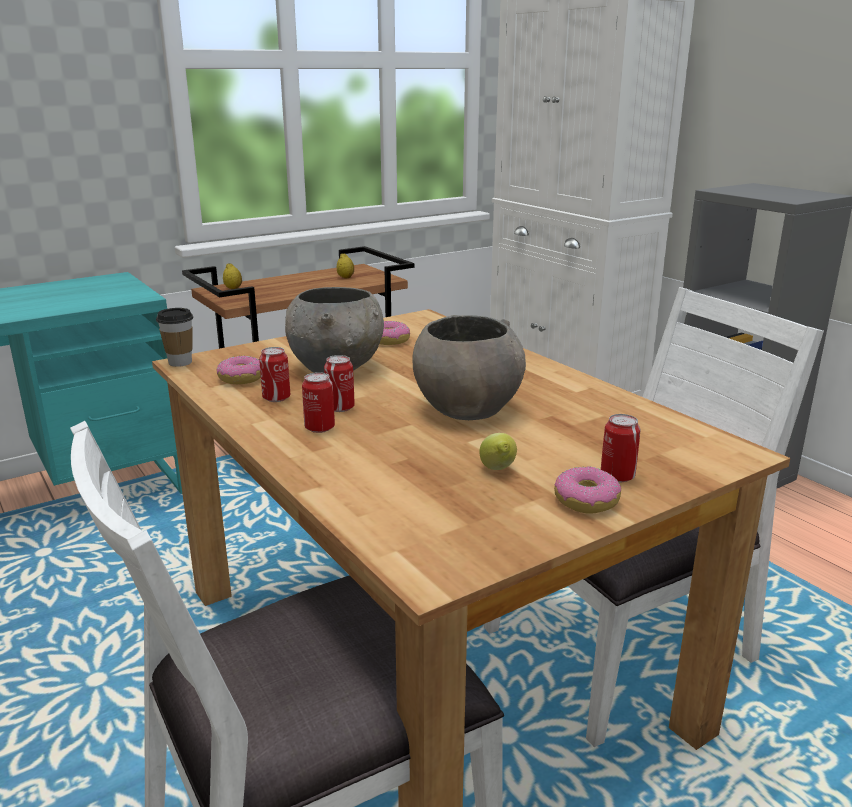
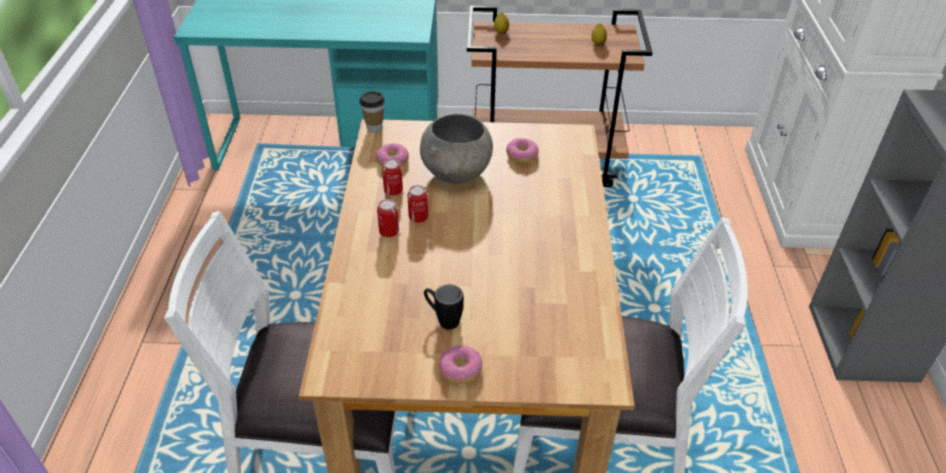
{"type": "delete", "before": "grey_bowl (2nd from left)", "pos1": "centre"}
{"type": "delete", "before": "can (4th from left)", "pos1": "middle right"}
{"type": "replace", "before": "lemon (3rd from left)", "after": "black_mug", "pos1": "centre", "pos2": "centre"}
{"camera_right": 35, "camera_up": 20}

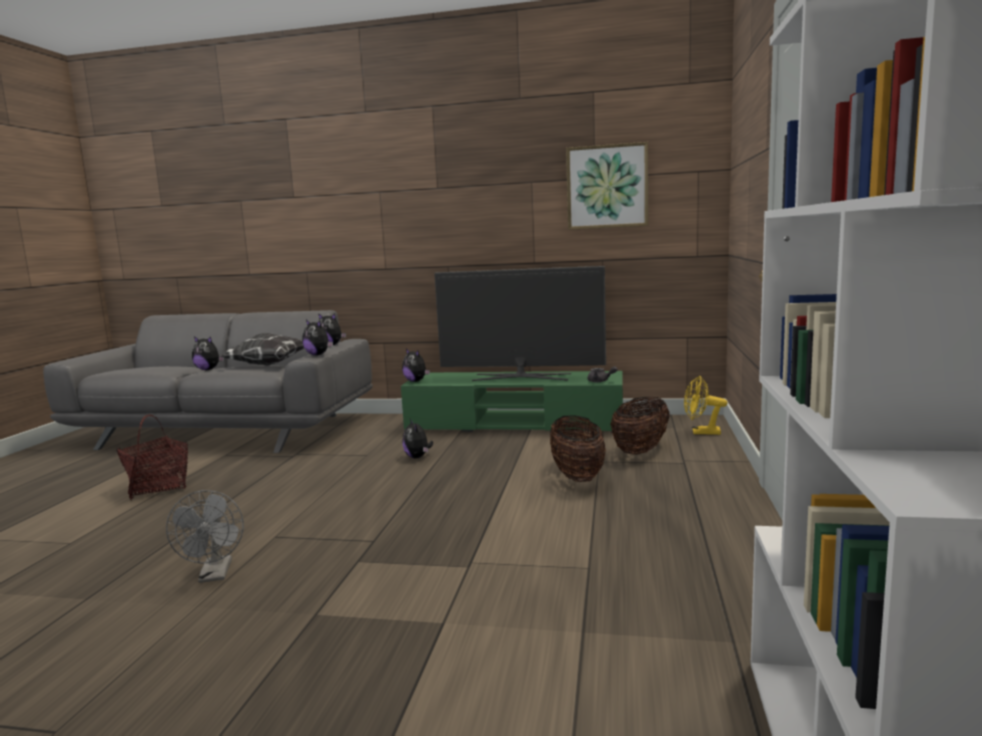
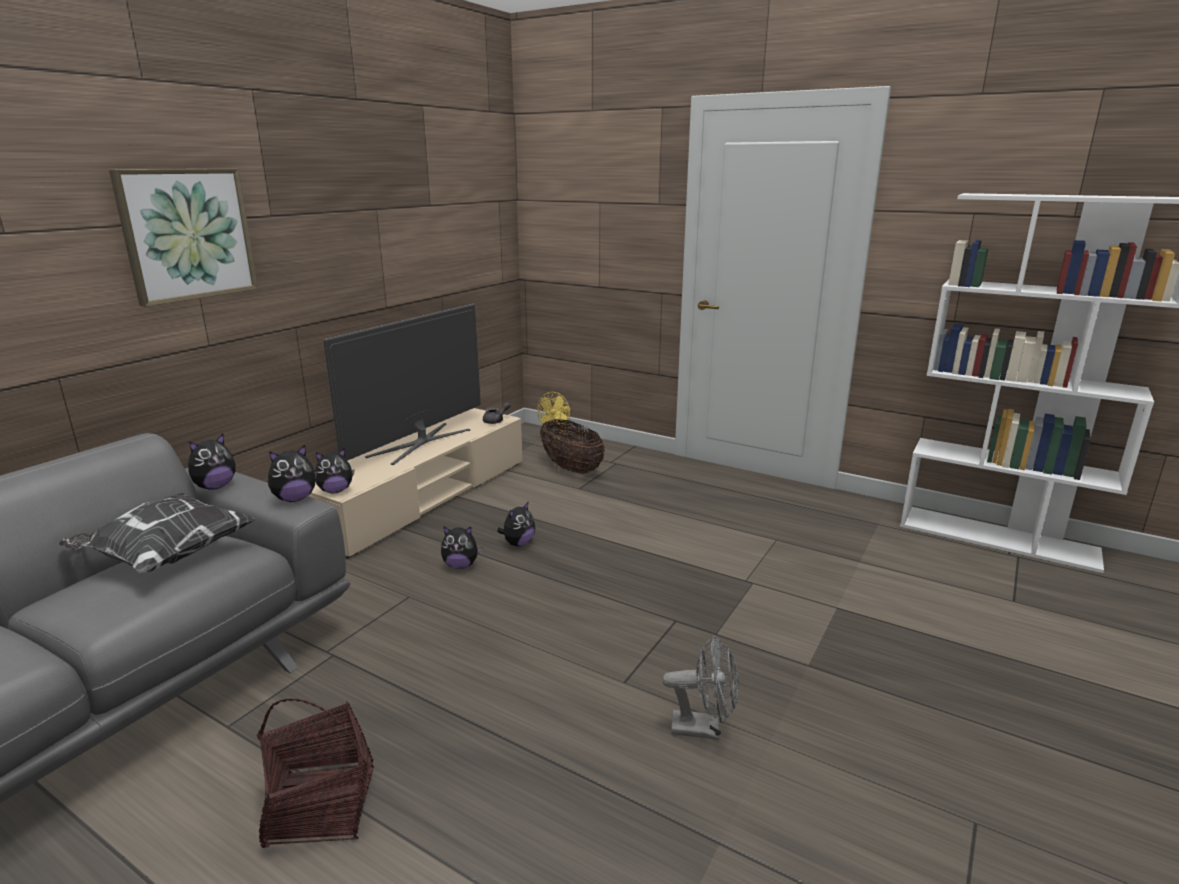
{"type": "delete", "before": "basket (2nd from left)", "pos1": "centre"}
{"type": "move", "before": "plush_toy (1st from left in the first image)", "after": "plush_toy (5th from left)", "pos1": "middle left", "pos2": "centre"}
{"type": "move", "before": "picture", "pos1": "top centre", "pos2": "top left"}
{"type": "recolor", "before": "green_tv_stand", "after": "beige_tv_stand", "pos1": "centre", "pos2": "centre"}
{"camera_right": -70, "camera_up": 10}

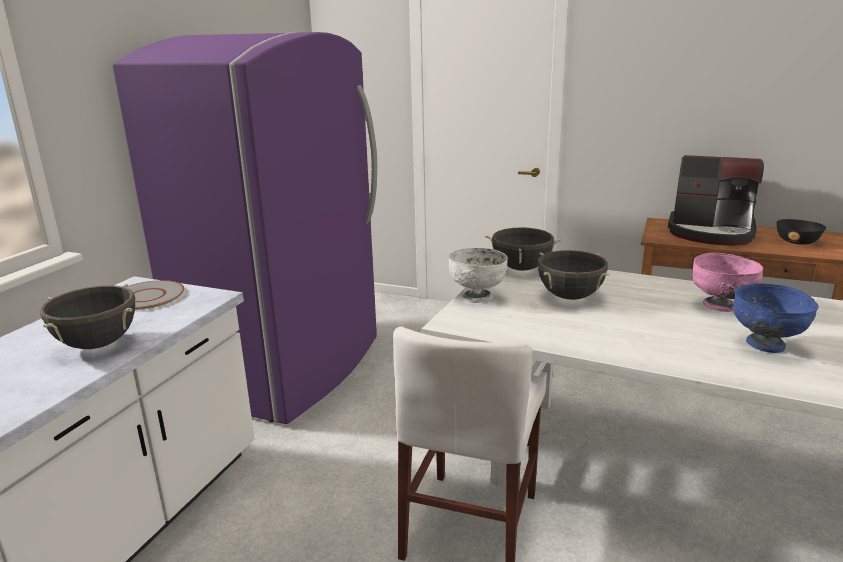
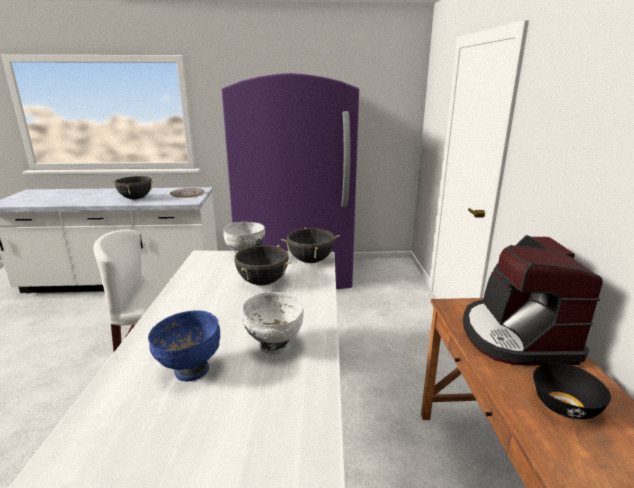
{"type": "recolor", "before": "pink_bowl", "after": "white_bowl (2nd from left)", "pos1": "middle right", "pos2": "centre"}
{"camera_right": 65, "camera_up": 0}

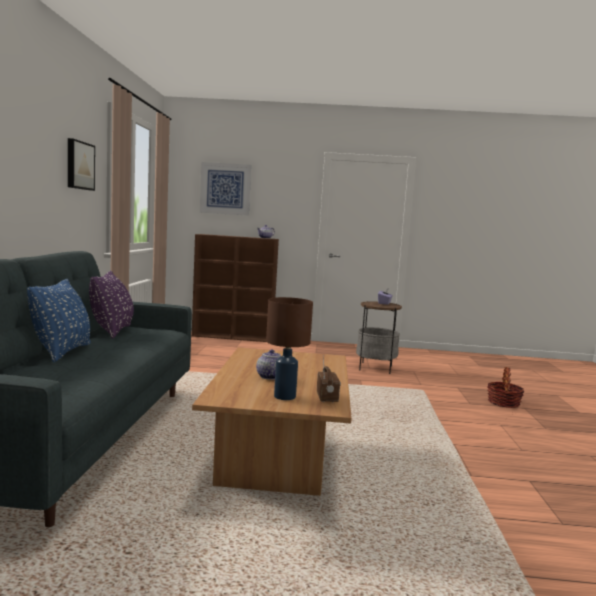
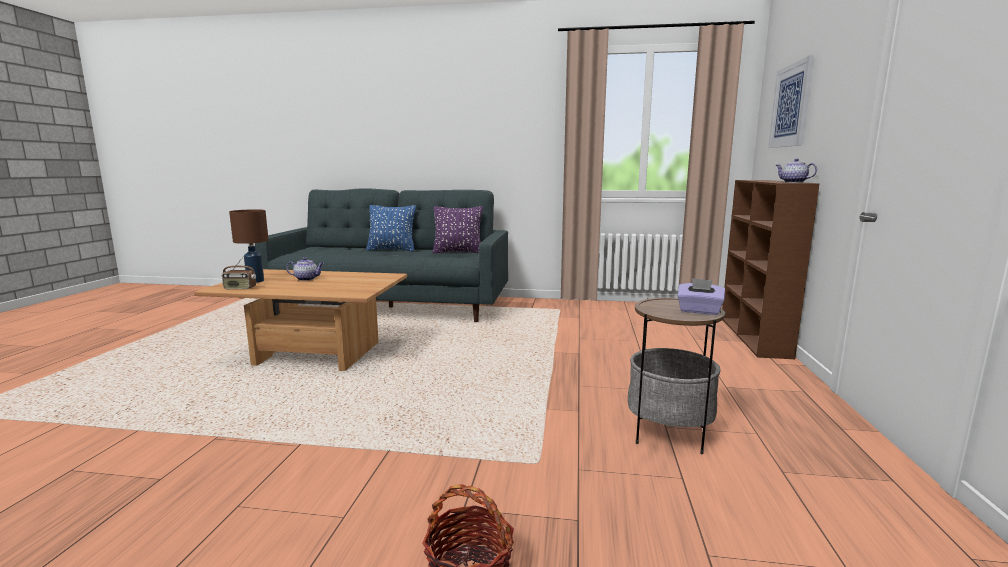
{"type": "delete", "before": "picture (1st from left)", "pos1": "top left"}
{"camera_right": 95, "camera_up": 5}

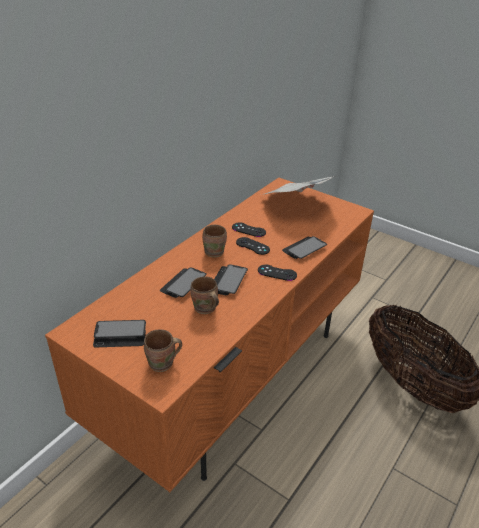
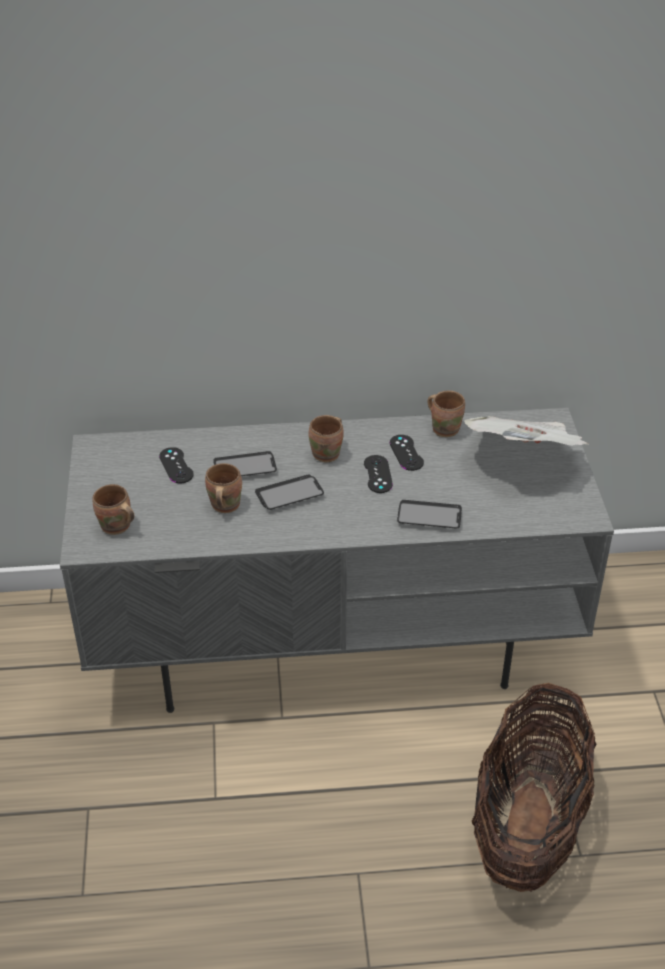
{"type": "delete", "before": "phone (1st from left)", "pos1": "middle left"}
{"type": "insert", "after": "brown_mug (4th from left)", "pos2": "middle right"}
{"type": "move", "before": "black_game_controller (3rd from left in the first image)", "after": "black_game_controller (1st from left)", "pos1": "centre", "pos2": "middle left"}
{"type": "recolor", "before": "orange_tv_stand", "after": "grey_tv_stand", "pos1": "centre", "pos2": "centre"}
{"camera_right": 50, "camera_up": 5}

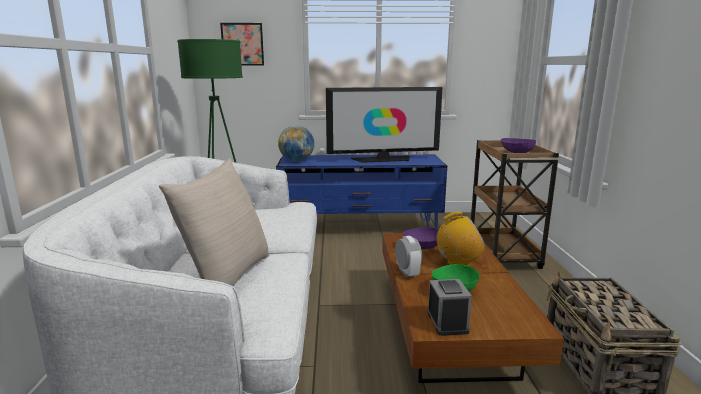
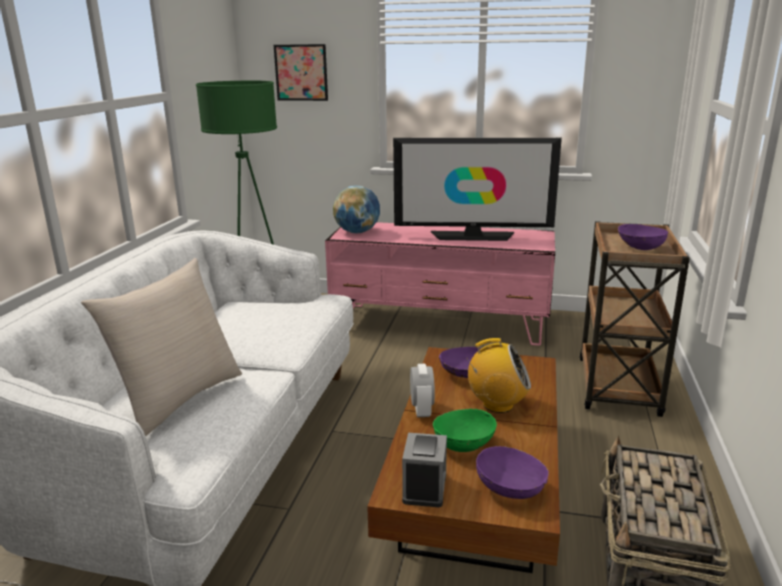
{"type": "insert", "after": "purple_bowl (2nd from left)", "pos2": "bottom centre"}
{"type": "recolor", "before": "blue_tv_stand", "after": "pink_tv_stand", "pos1": "centre", "pos2": "centre"}
{"camera_right": 15, "camera_up": 5}

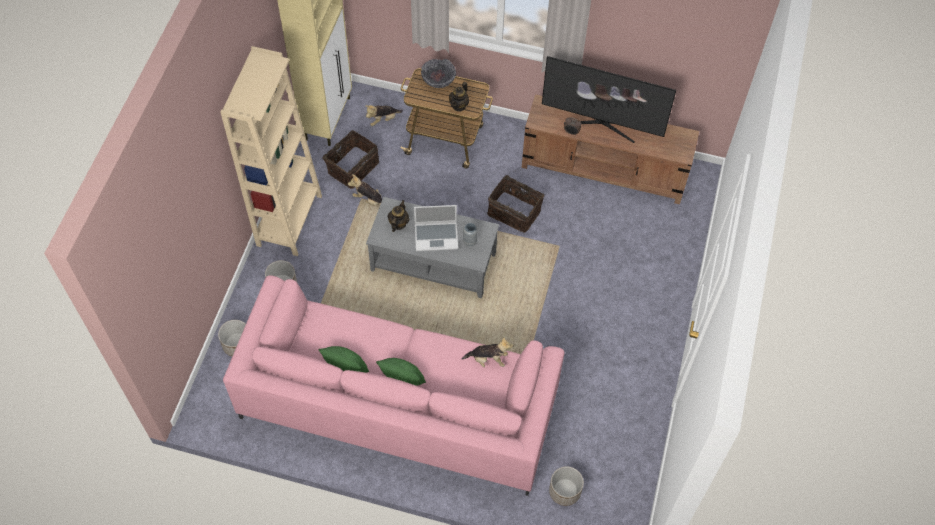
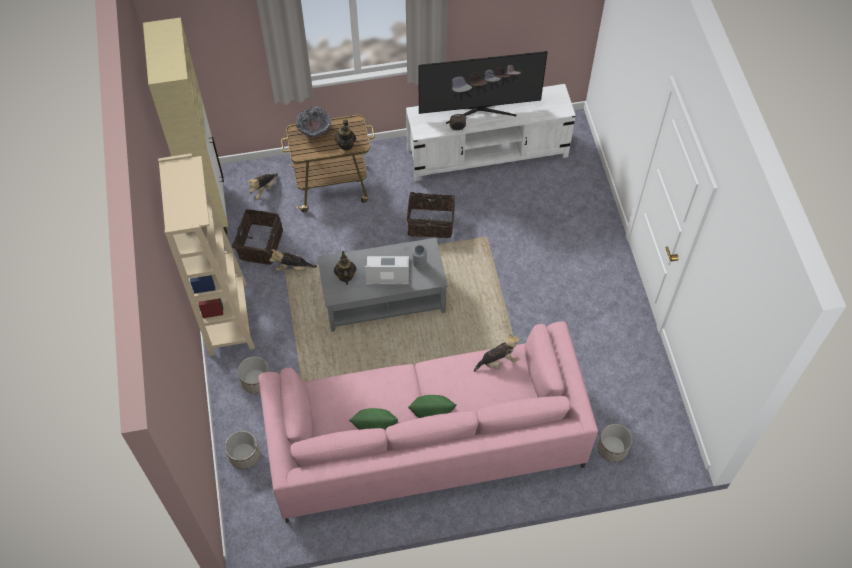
{"type": "recolor", "before": "brown_tv_stand", "after": "white_tv_stand", "pos1": "top centre", "pos2": "top centre"}
{"type": "rotate", "before": "laptop", "pos1": "centre", "pos2": "centre", "turn": -150}
{"camera_right": -25, "camera_up": 0}

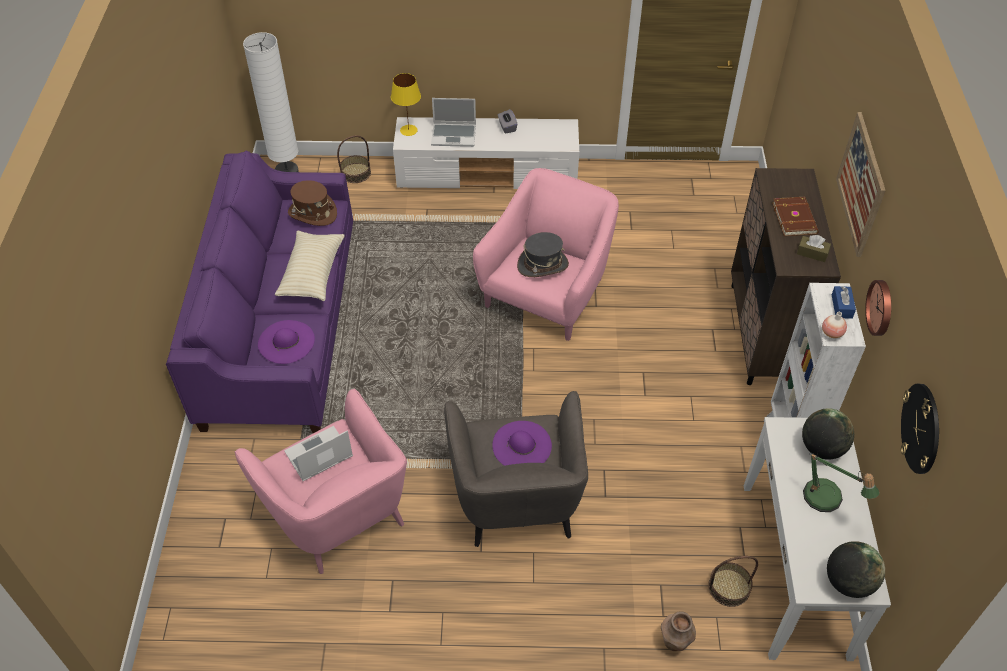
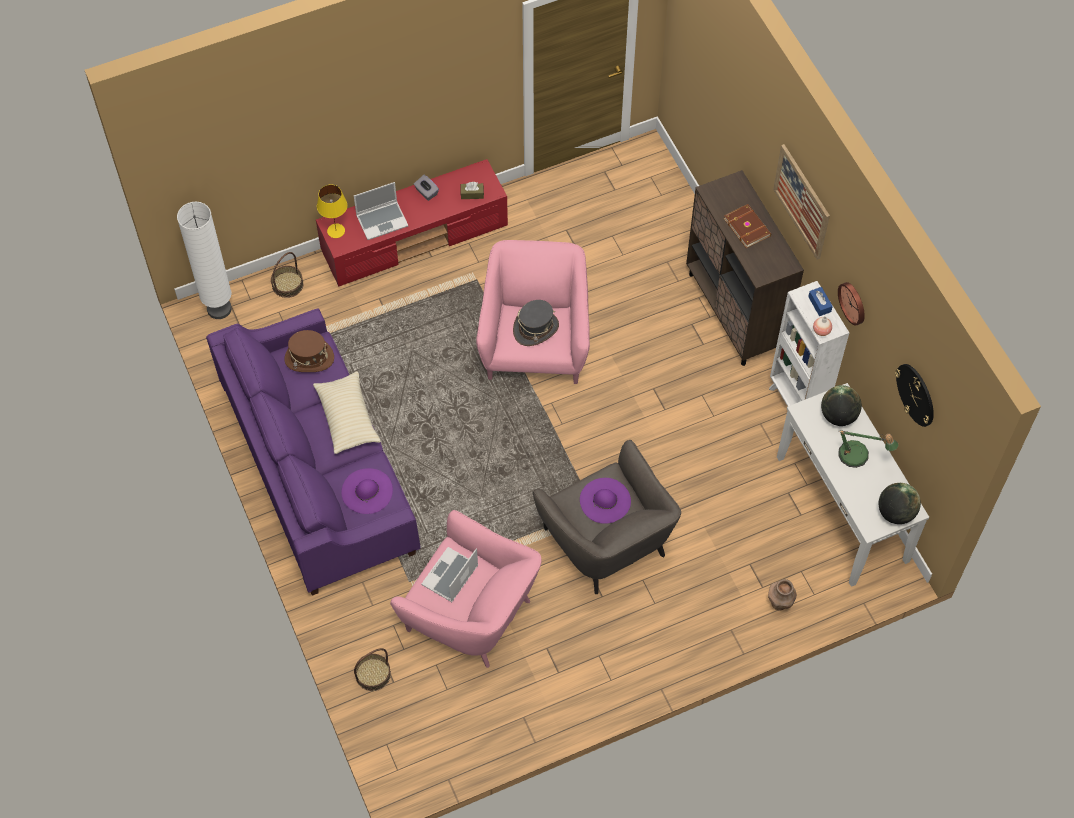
{"type": "move", "before": "basket (2nd from left)", "pos1": "bottom right", "pos2": "bottom centre"}
{"type": "move", "before": "brown_tissue_box", "pos1": "middle right", "pos2": "top centre"}
{"type": "recolor", "before": "white_tv_stand", "after": "red_tv_stand", "pos1": "top centre", "pos2": "top centre"}
{"camera_right": -25, "camera_up": 10}

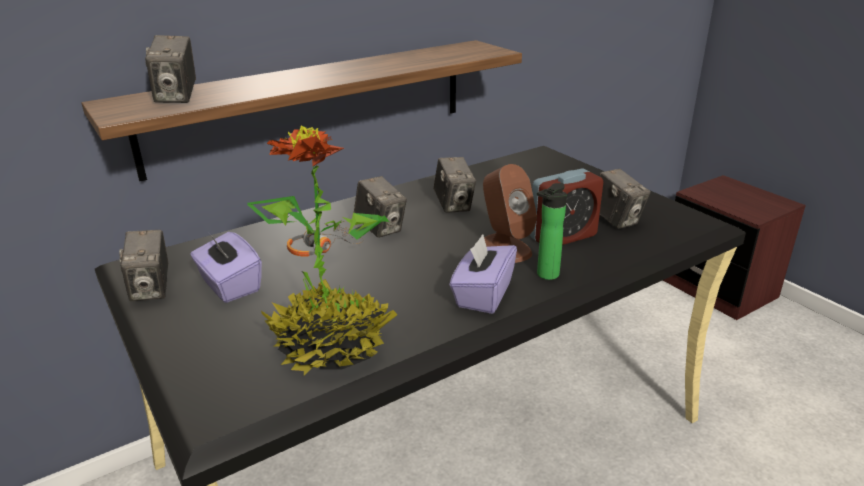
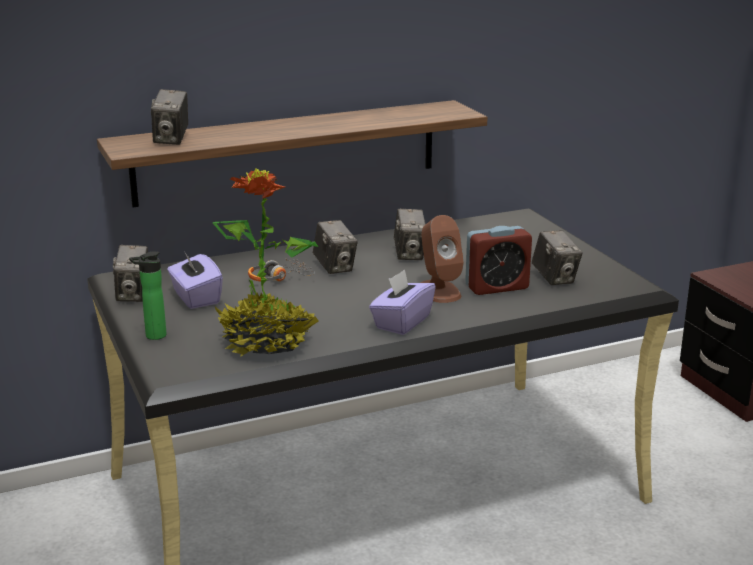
{"type": "move", "before": "bottle", "pos1": "centre", "pos2": "middle left"}
{"camera_right": 10, "camera_up": -5}

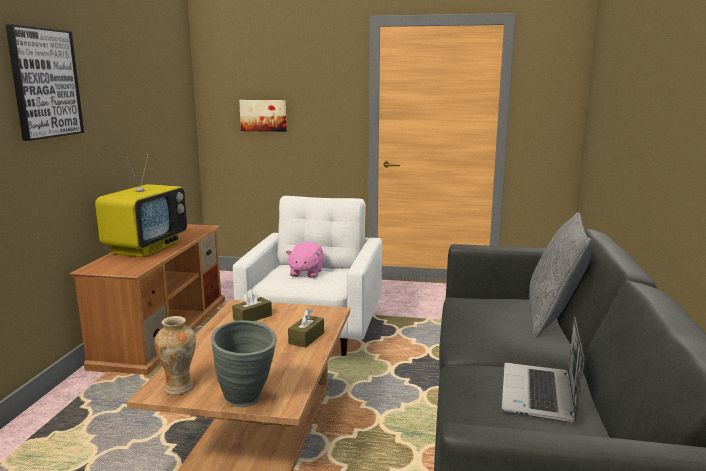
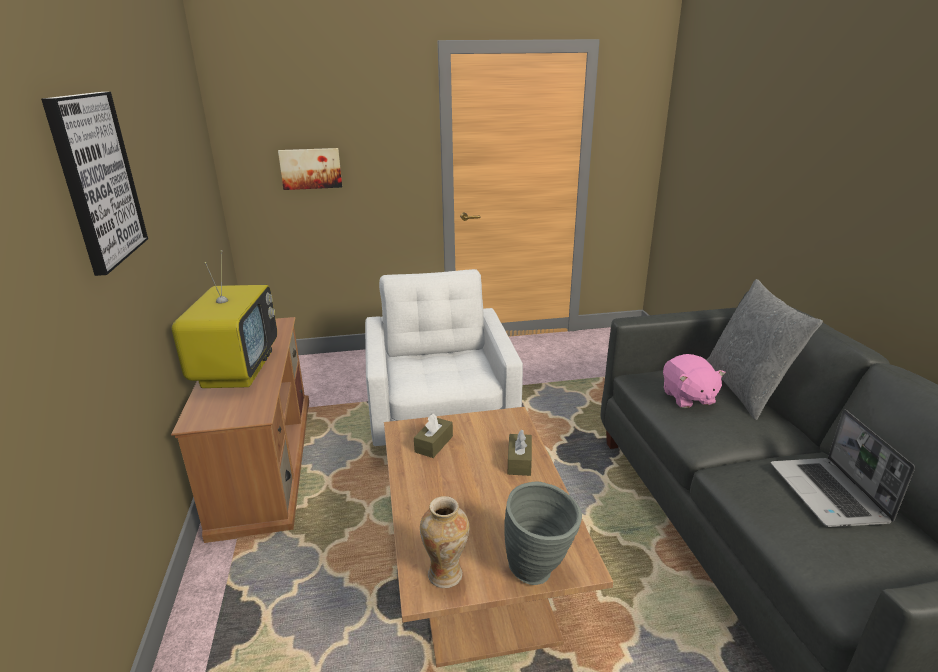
{"type": "move", "before": "pink_plush_toy", "pos1": "centre", "pos2": "middle right"}
{"camera_right": -20, "camera_up": 10}

